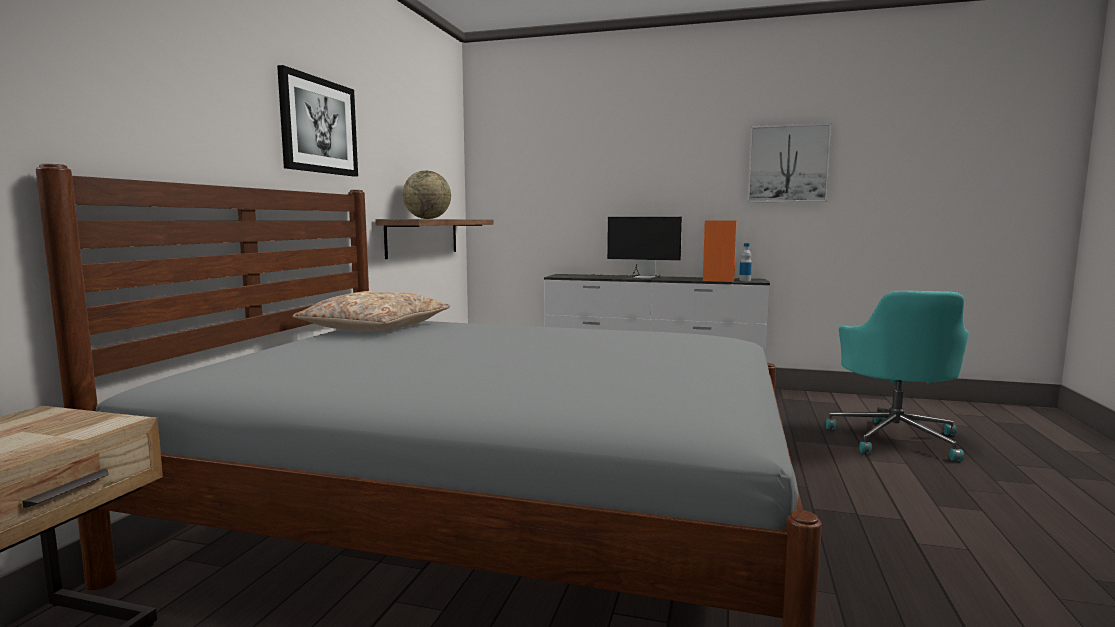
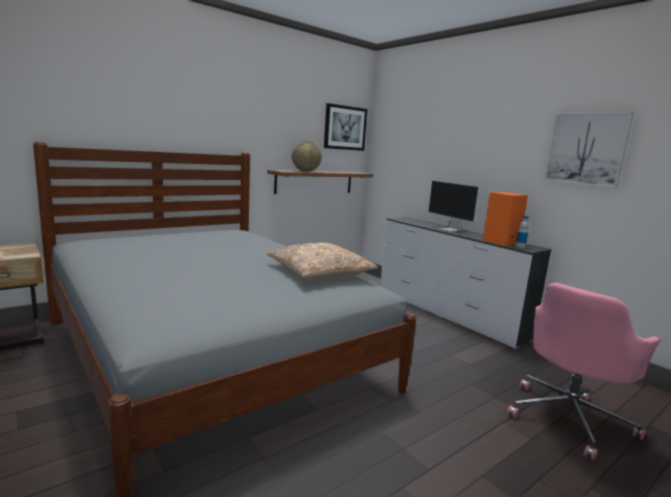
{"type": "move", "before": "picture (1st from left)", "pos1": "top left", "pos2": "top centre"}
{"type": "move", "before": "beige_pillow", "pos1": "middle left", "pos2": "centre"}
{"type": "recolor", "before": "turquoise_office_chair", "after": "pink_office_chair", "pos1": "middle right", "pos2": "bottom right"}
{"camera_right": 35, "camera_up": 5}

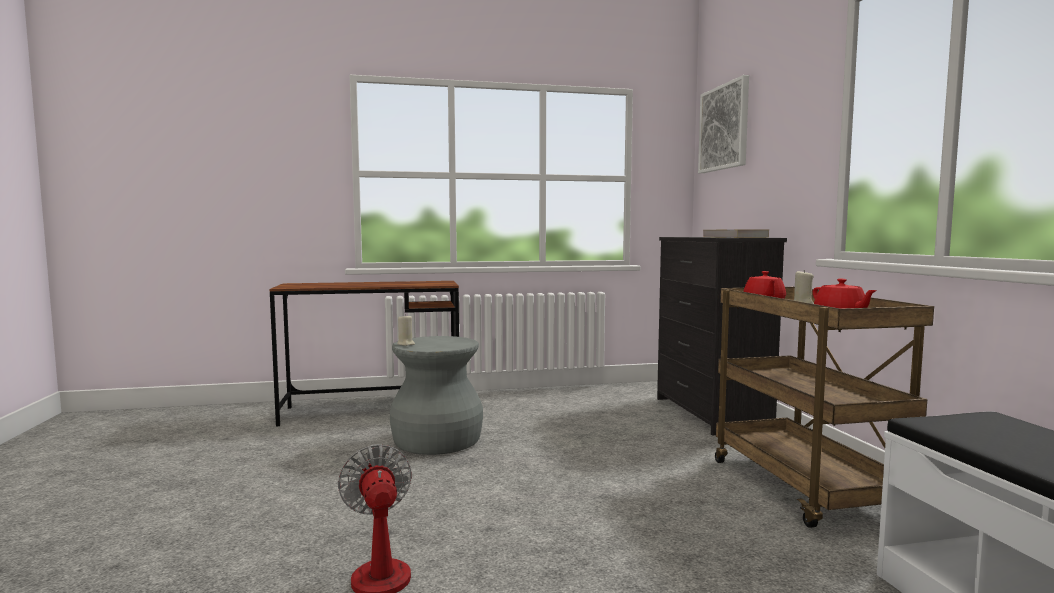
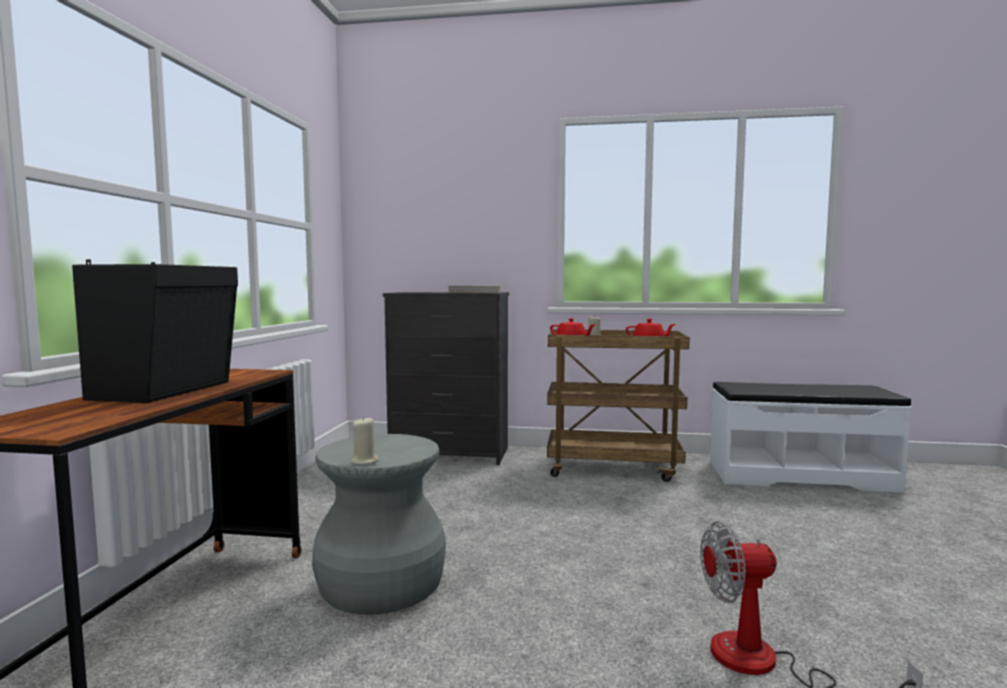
{"type": "delete", "before": "picture", "pos1": "top right"}
{"type": "insert", "after": "black_speaker", "pos2": "middle left"}
{"camera_right": -70, "camera_up": 0}

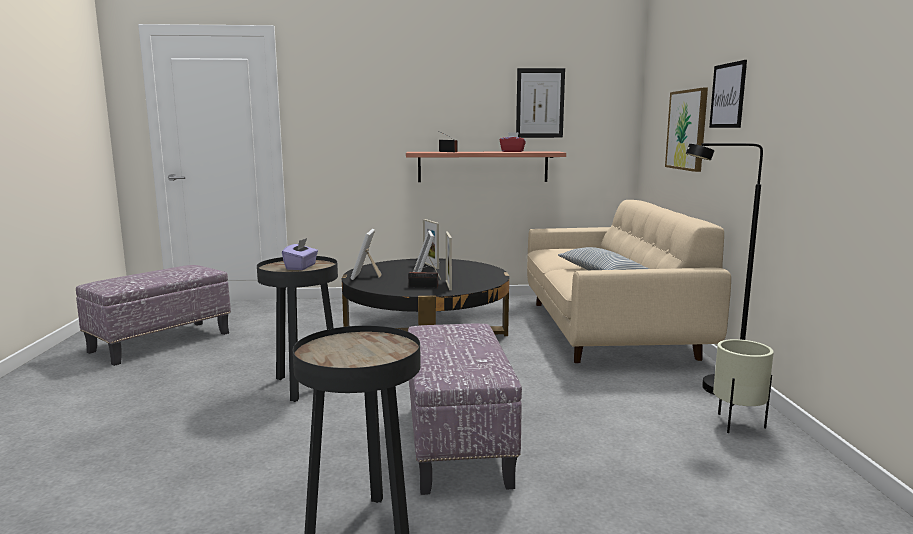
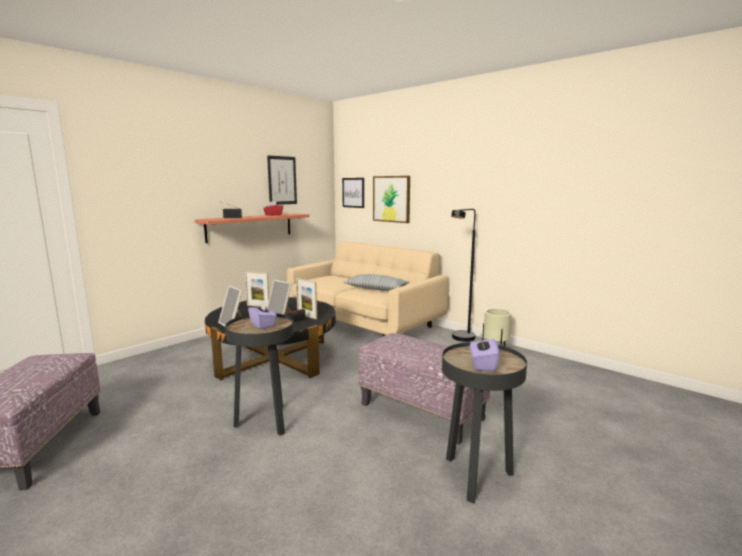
{"type": "insert", "after": "purple_tissue_box (2nd from left)", "pos2": "centre"}
{"type": "move", "before": "picture (3rd from left in the first image)", "after": "picture (2nd from left)", "pos1": "top right", "pos2": "centre"}
{"camera_right": -45, "camera_up": 0}

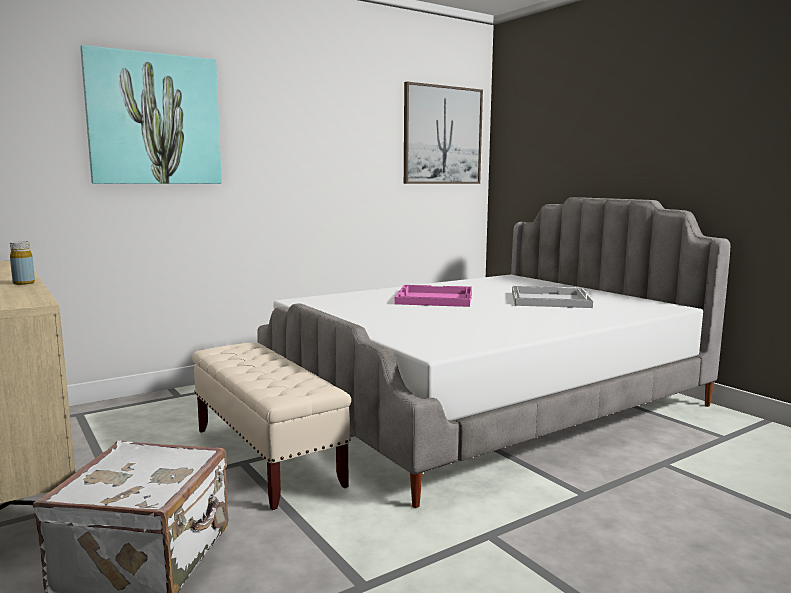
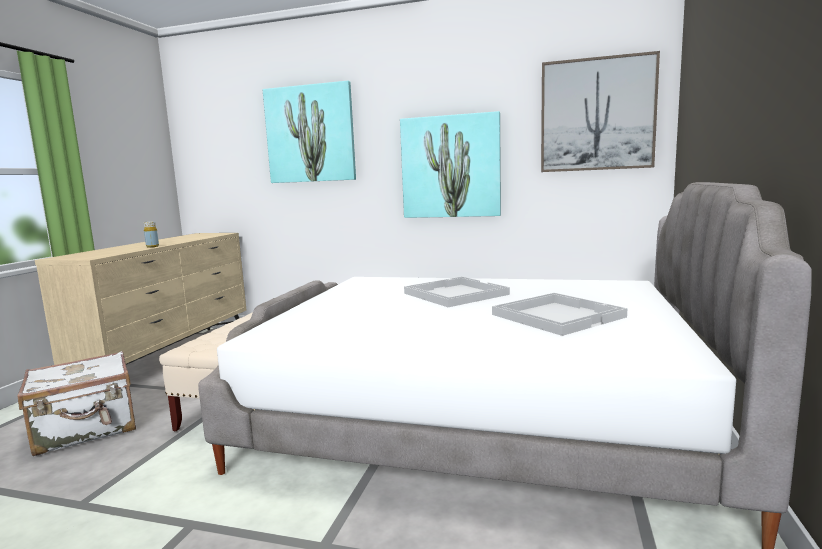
{"type": "insert", "after": "picture (2nd from left)", "pos2": "top centre"}
{"type": "recolor", "before": "pink_tray", "after": "white_tray (1st from left)", "pos1": "centre", "pos2": "centre"}
{"camera_right": 50, "camera_up": 0}

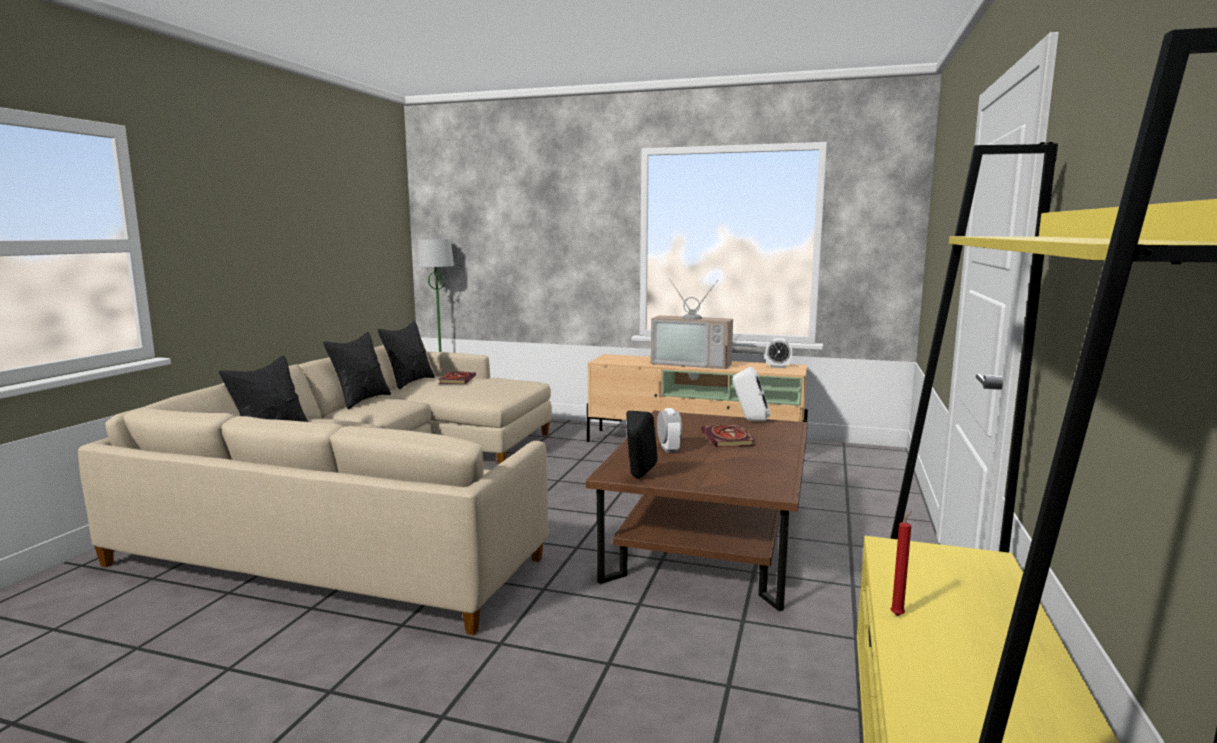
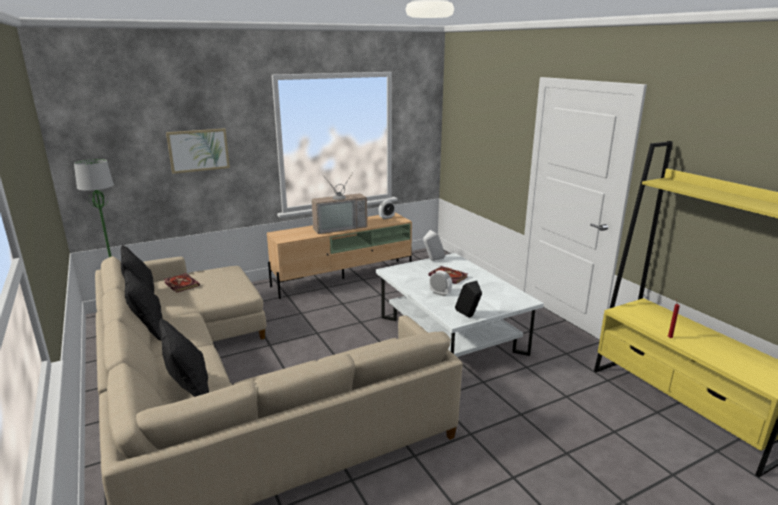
{"type": "insert", "after": "picture", "pos2": "top left"}
{"type": "recolor", "before": "brown_coffee_table", "after": "white_coffee_table", "pos1": "bottom centre", "pos2": "centre"}
{"camera_right": -45, "camera_up": 10}

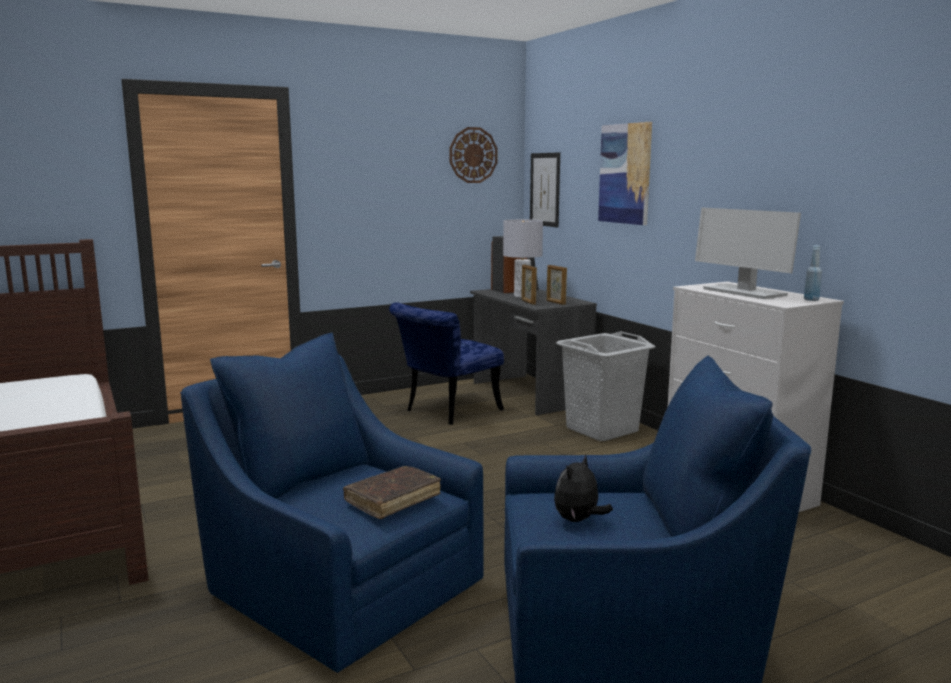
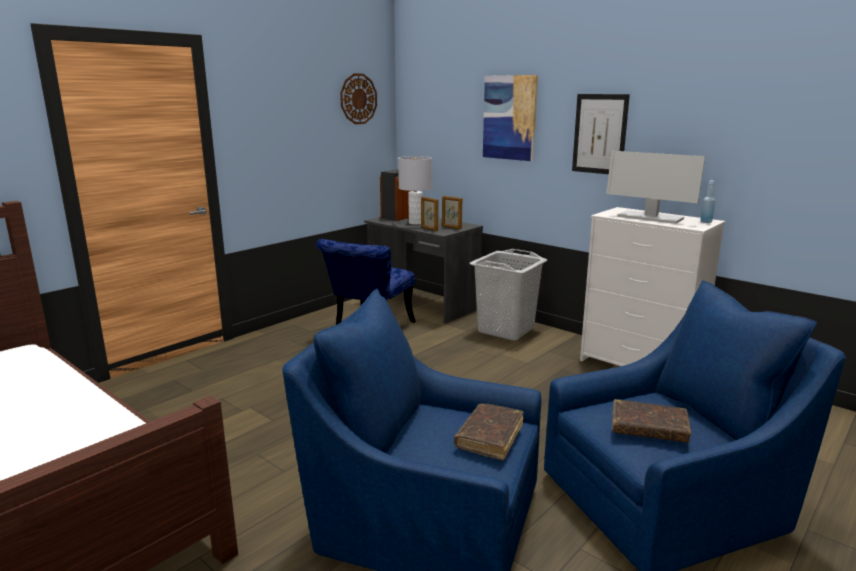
{"type": "move", "before": "picture (1st from left in the first image)", "after": "picture (2nd from left)", "pos1": "top centre", "pos2": "top right"}
{"type": "replace", "before": "plush_toy", "after": "brown_book (2nd from left)", "pos1": "bottom centre", "pos2": "bottom right"}
{"camera_right": -20, "camera_up": 5}

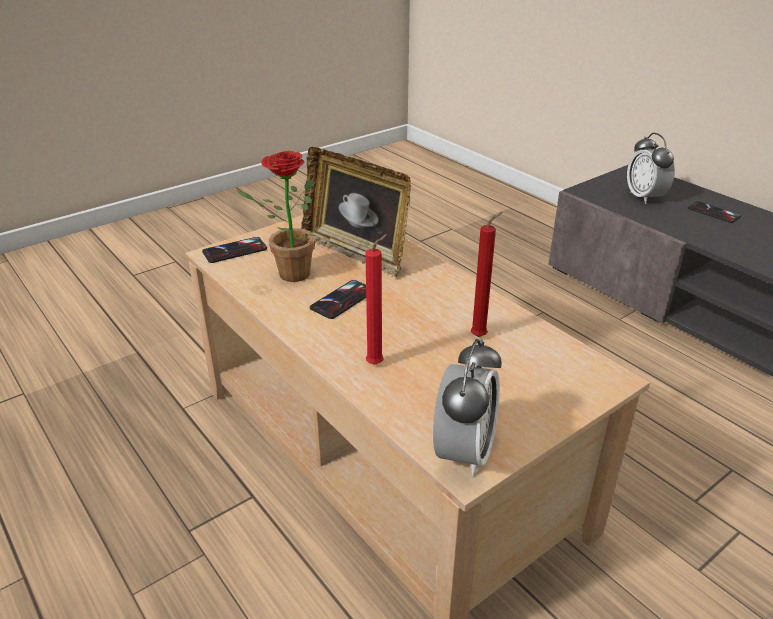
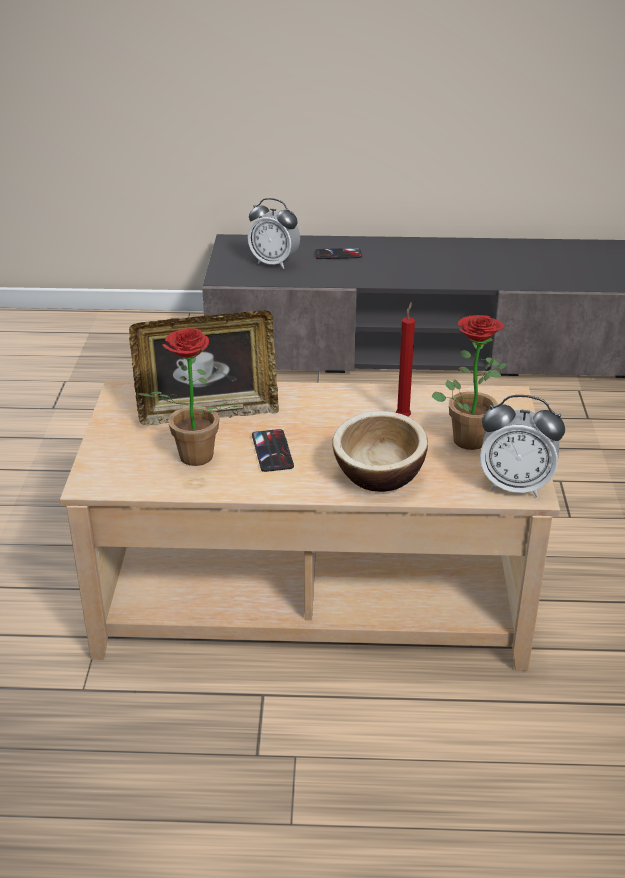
{"type": "delete", "before": "phone (1st from left)", "pos1": "middle left"}
{"type": "insert", "after": "potted_plant (2nd from left)", "pos2": "middle right"}
{"type": "replace", "before": "red_candle (1st from left)", "after": "bowl", "pos1": "centre", "pos2": "centre"}
{"type": "rotate", "before": "alarm_clock (1st from left in the first image)", "pos1": "centre", "pos2": "middle right", "turn": 135}
{"camera_right": -50, "camera_up": 0}

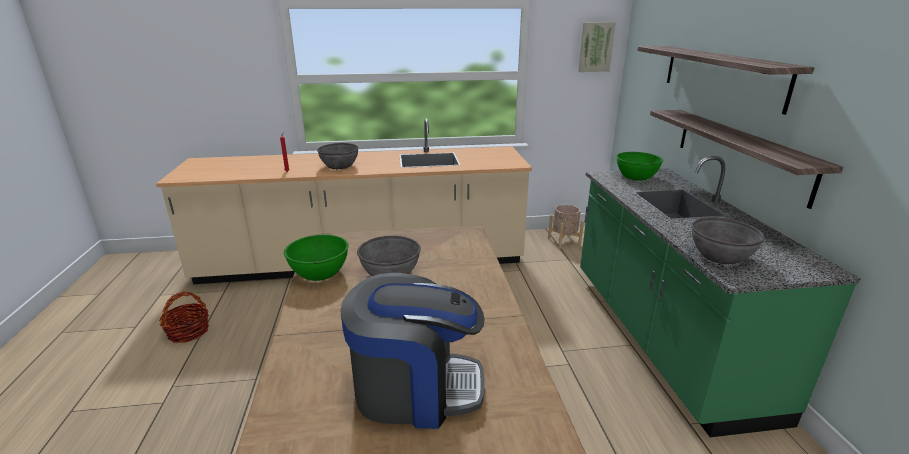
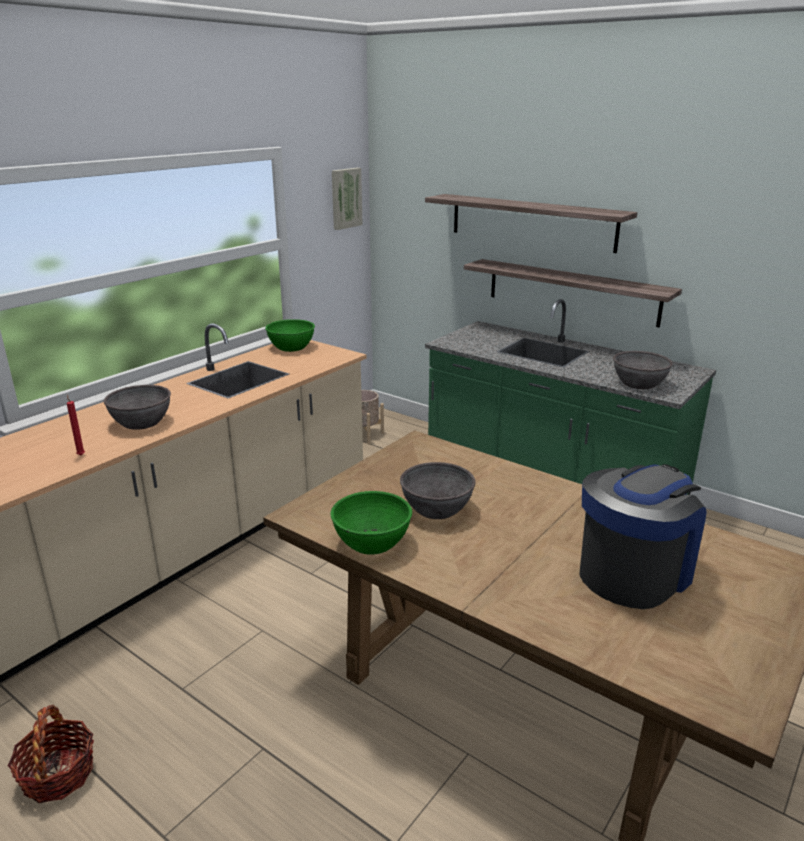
{"type": "move", "before": "green_bowl (2nd from left in the first image)", "after": "green_bowl (1st from left)", "pos1": "middle right", "pos2": "centre"}
{"camera_right": -45, "camera_up": 0}

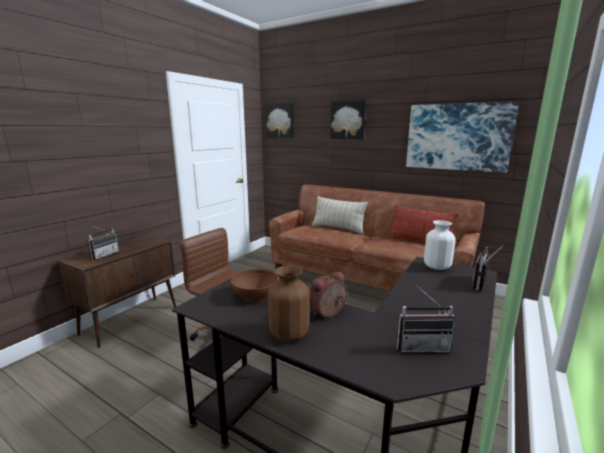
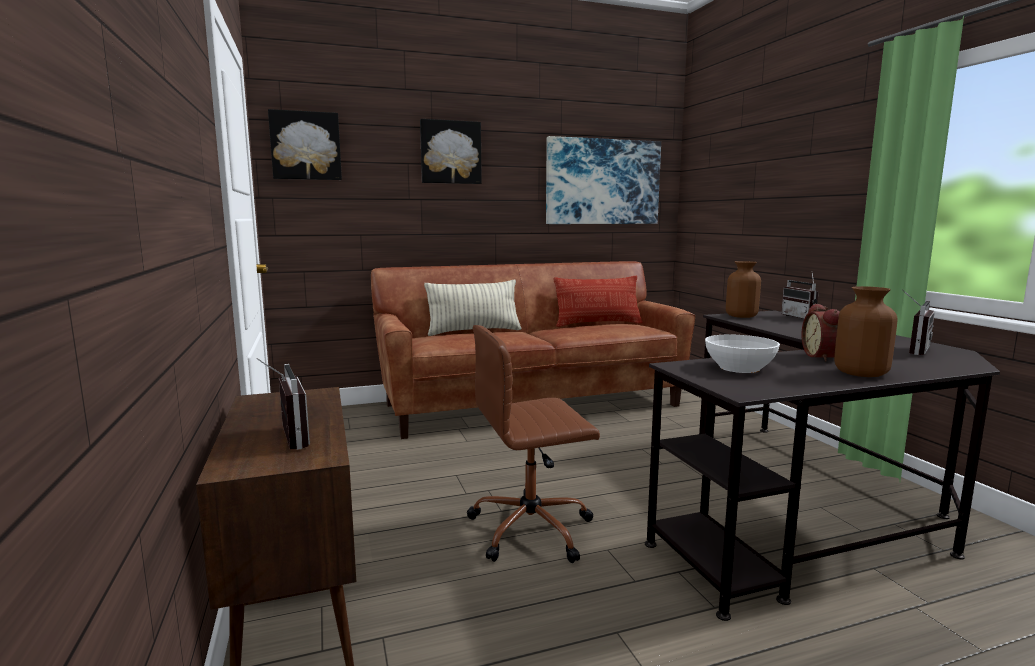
{"type": "recolor", "before": "brown_bowl", "after": "white_bowl", "pos1": "centre", "pos2": "middle right"}
{"type": "recolor", "before": "white_vase", "after": "brown_vase (1st from left)", "pos1": "middle right", "pos2": "middle right"}
{"camera_right": -50, "camera_up": -5}

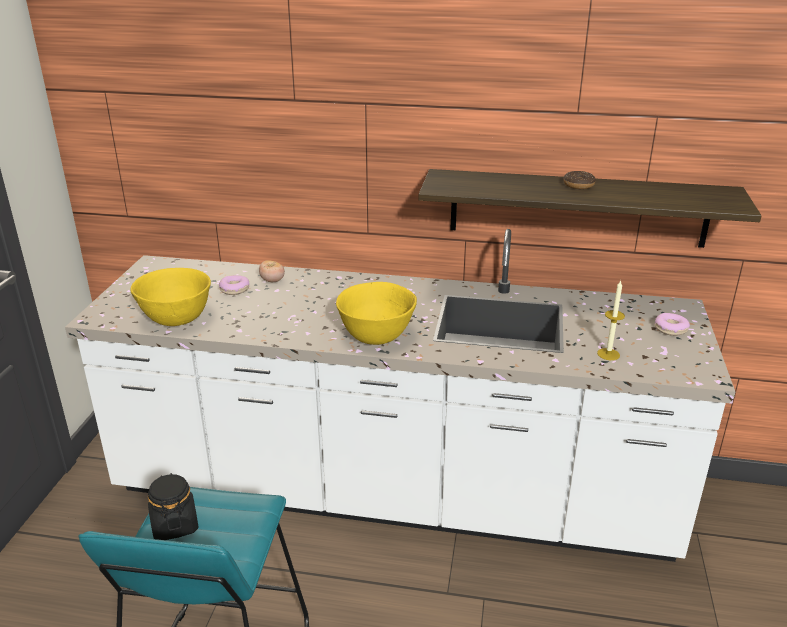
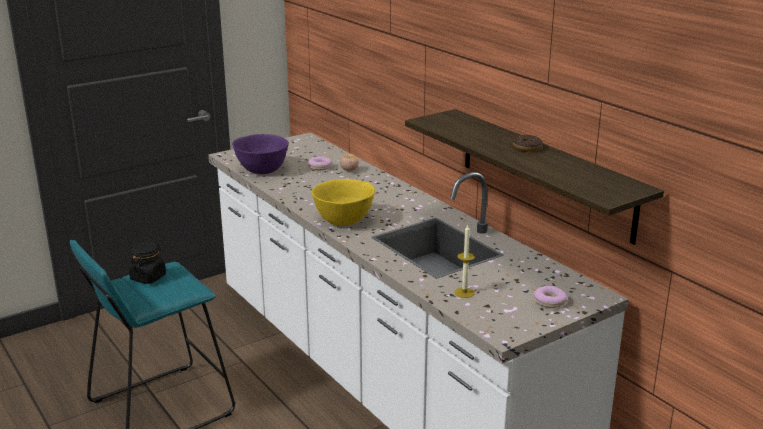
{"type": "recolor", "before": "yellow_bowl (1st from left)", "after": "purple_bowl", "pos1": "middle left", "pos2": "centre"}
{"camera_right": 45, "camera_up": -5}

